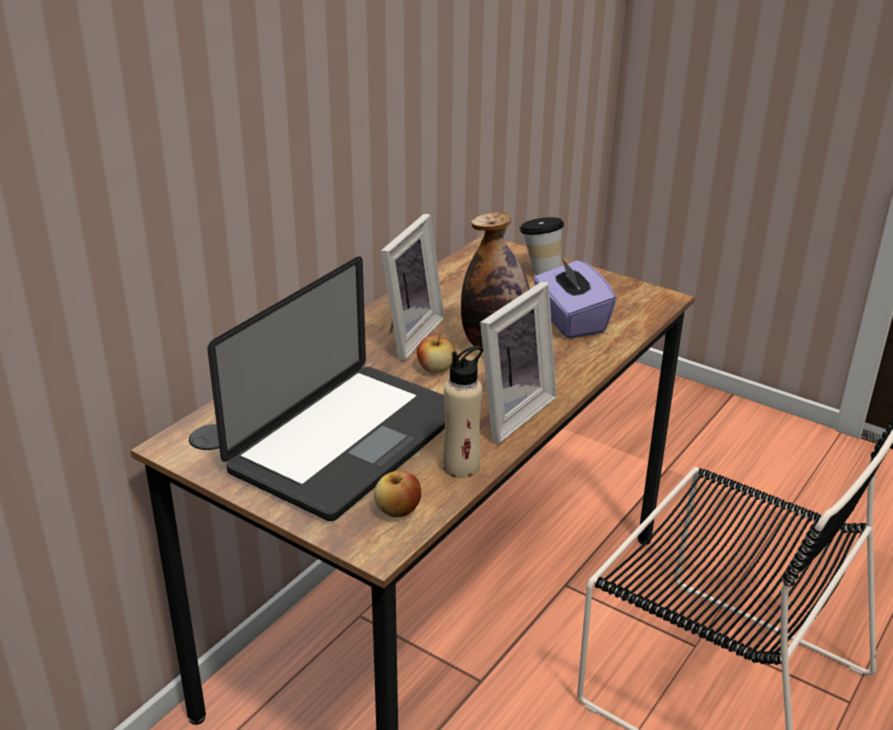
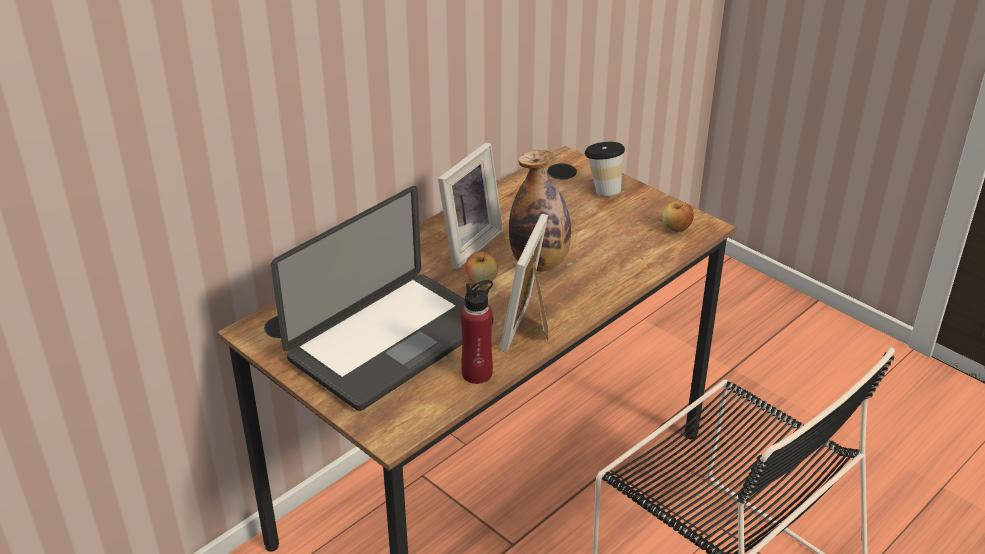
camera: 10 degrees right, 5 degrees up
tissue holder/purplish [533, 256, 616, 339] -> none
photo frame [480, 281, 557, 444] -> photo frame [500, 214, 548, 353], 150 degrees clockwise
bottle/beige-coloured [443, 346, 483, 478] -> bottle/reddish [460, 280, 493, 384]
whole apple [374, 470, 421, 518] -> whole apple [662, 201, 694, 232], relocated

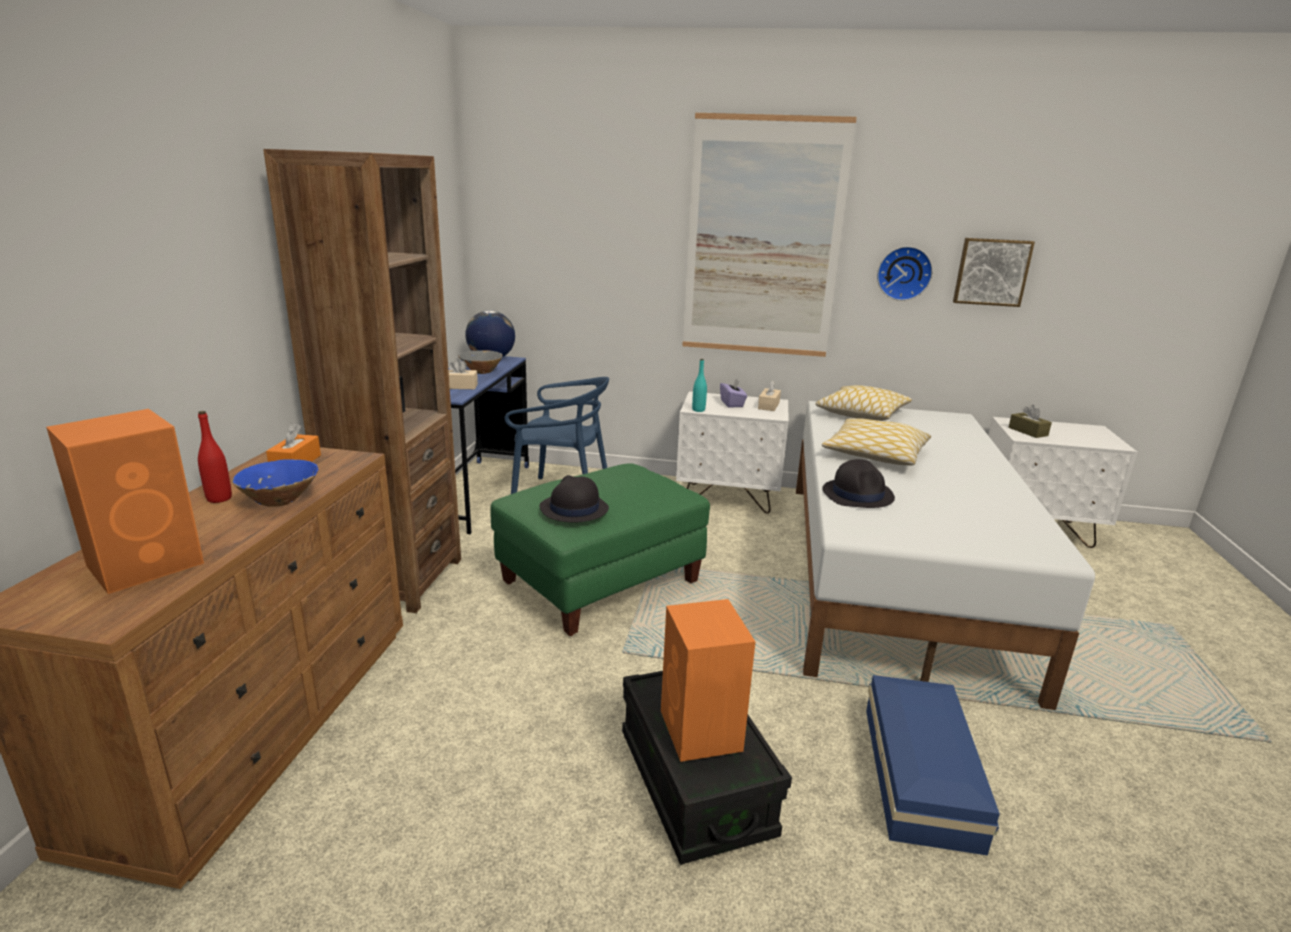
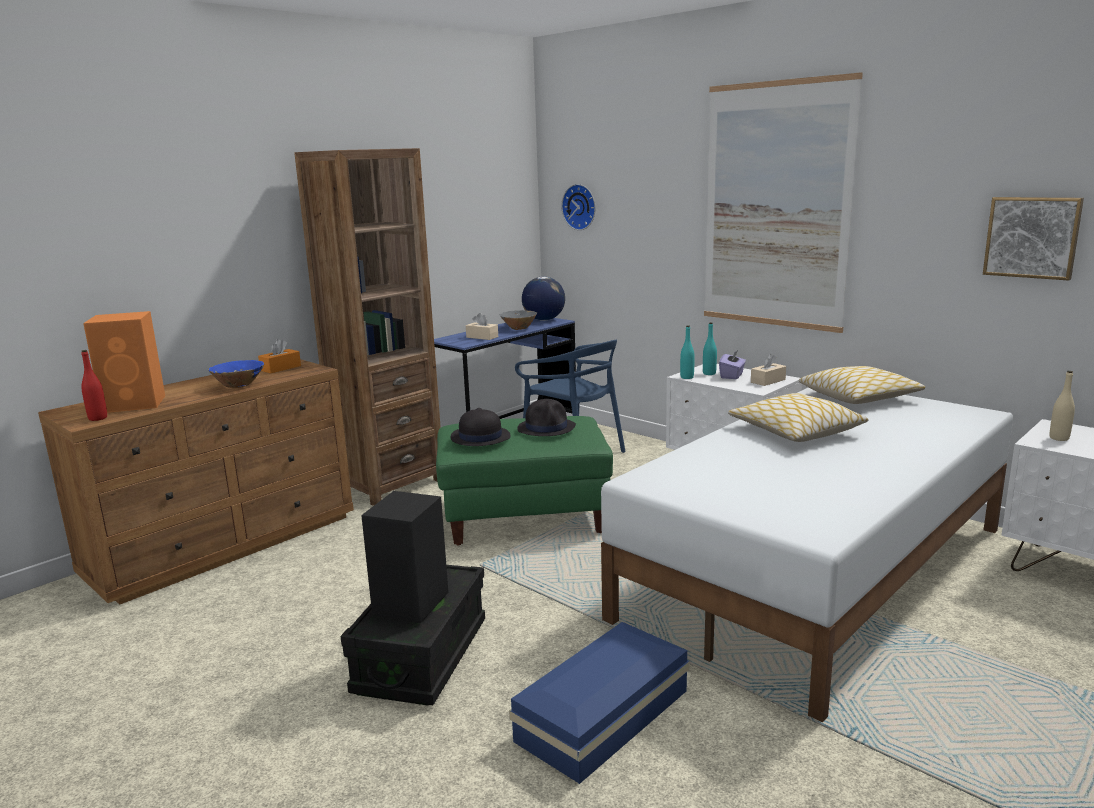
camera: 35 degrees right, 5 degrees down
wall clock [877, 246, 933, 301] -> wall clock [561, 184, 596, 230], relocated
tissue holder/brown [1008, 405, 1052, 438] -> bottle/beige-coloured [1050, 371, 1075, 441]
bottle/reddish [198, 411, 232, 503] -> bottle/reddish [81, 350, 107, 421], relocated
clothing hat/blackish [822, 459, 895, 508] -> clothing hat/blackish [517, 399, 576, 436], relocated
audio speaker/orange-coloured [661, 599, 756, 762] -> audio speaker/blackish [361, 491, 448, 623]
none -> bottle/blue-green [703, 322, 717, 375]

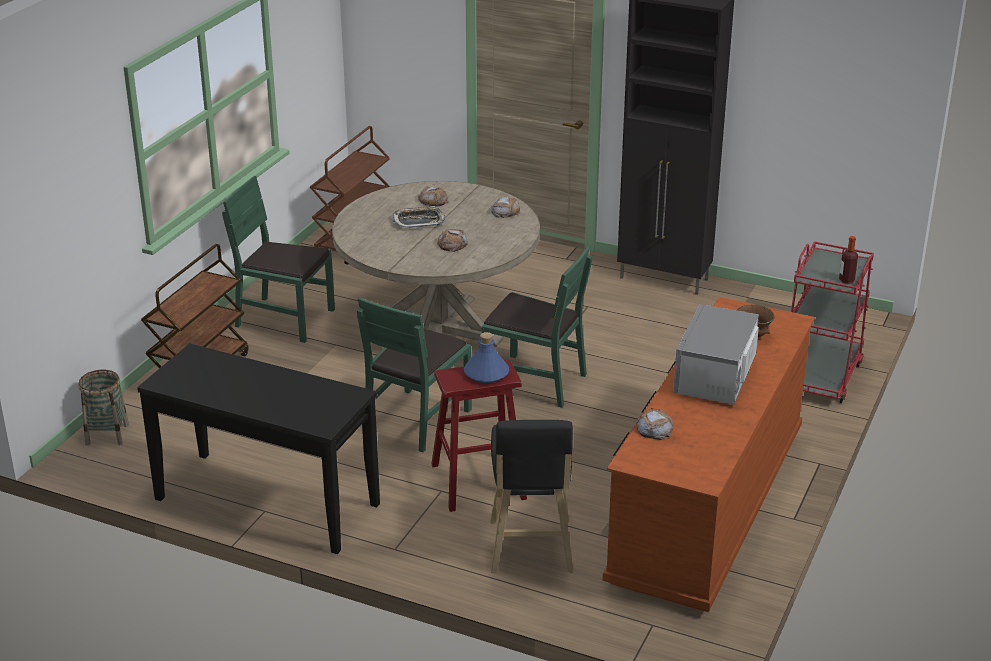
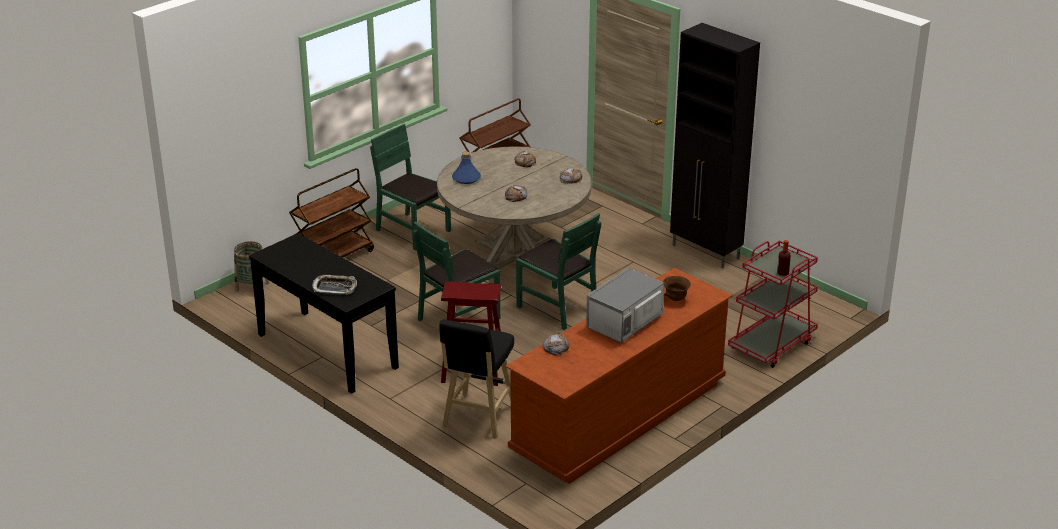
camera: 20 degrees right, 0 degrees up
carrying tray [391, 206, 445, 228] -> carrying tray [312, 275, 357, 295], relocated
bottle/blue-coloured [464, 332, 509, 383] -> bottle/blue-coloured [452, 152, 481, 184], relocated

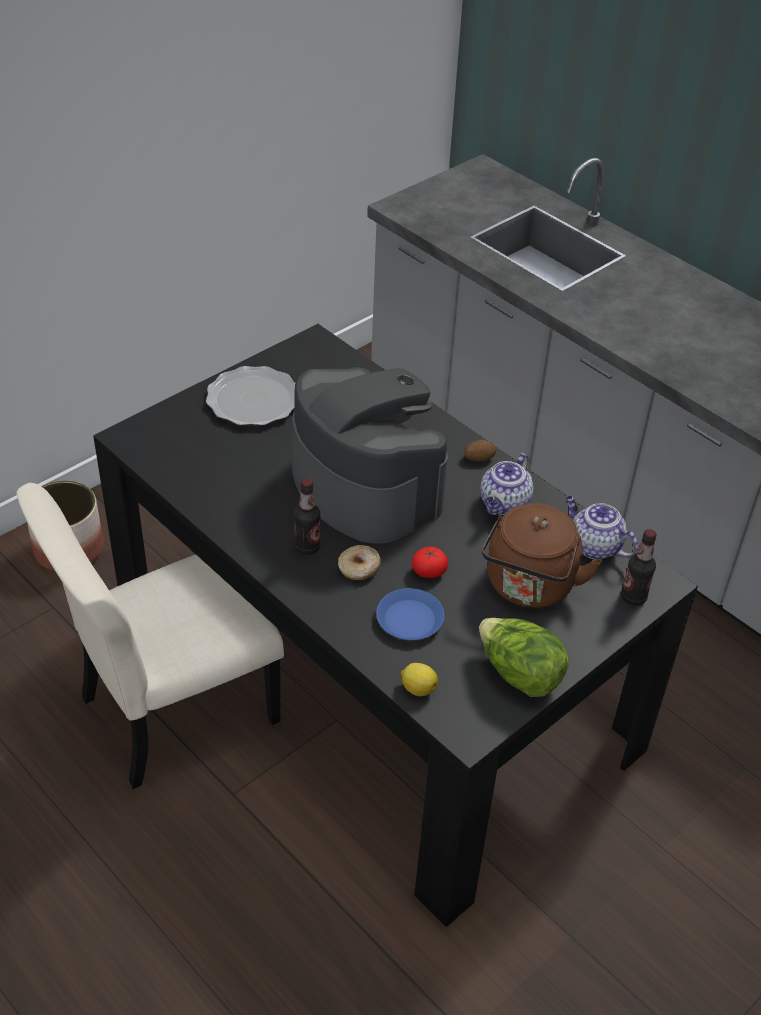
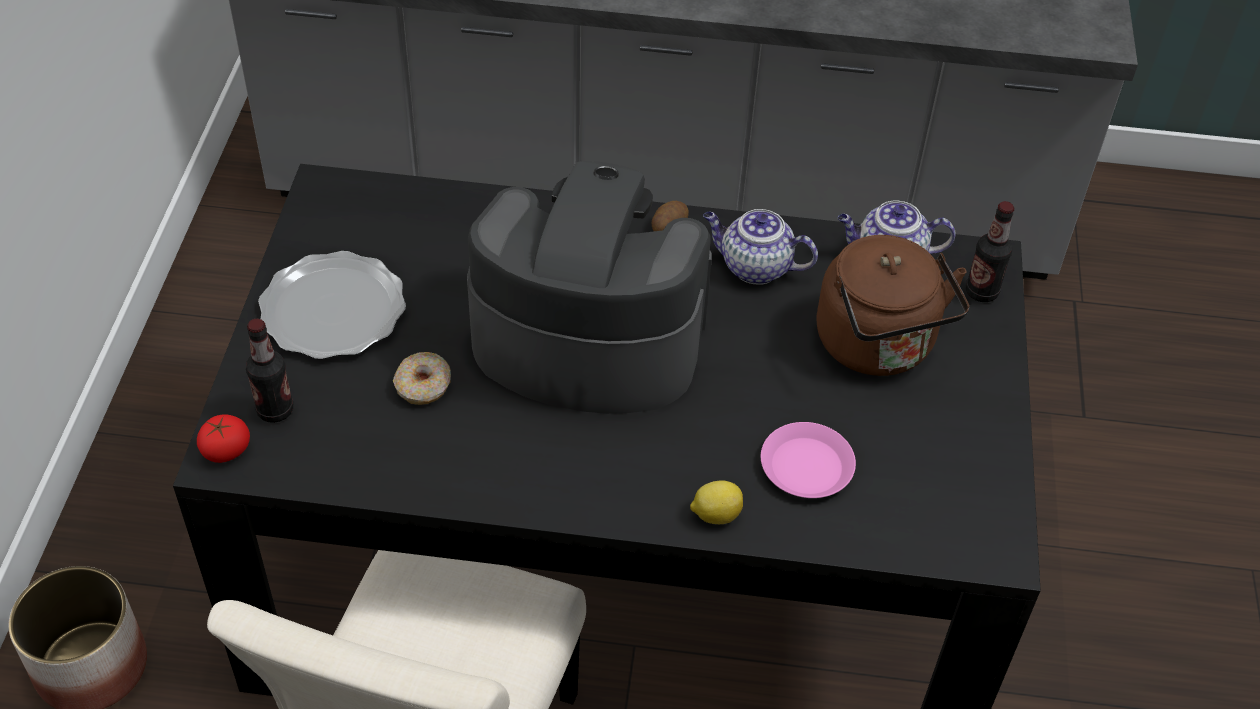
camera: 40 degrees left, 5 degrees up
teapot [480, 453, 533, 515] -> teapot [703, 209, 818, 285], 120 degrees clockwise
bottle [294, 479, 320, 555] -> bottle [246, 319, 293, 423], relocated
ring doughnut [338, 545, 381, 580] -> ring doughnut [393, 352, 451, 405], relocated
whole tomato [412, 546, 448, 578] -> whole tomato [197, 414, 250, 463], relocated
flat dish/blue-coloured [376, 588, 445, 640] -> flat dish/pinkish [761, 422, 856, 498]
head of lettuce [479, 618, 569, 697] -> none
citrus fruit [401, 663, 438, 696] -> citrus fruit [690, 481, 743, 524], relocated

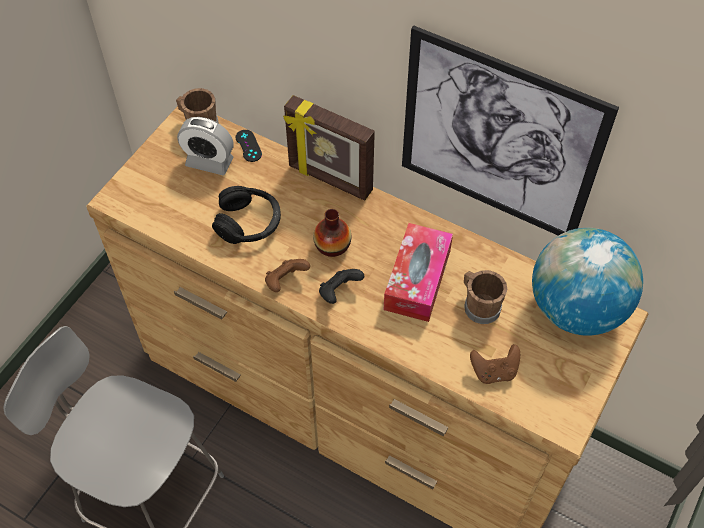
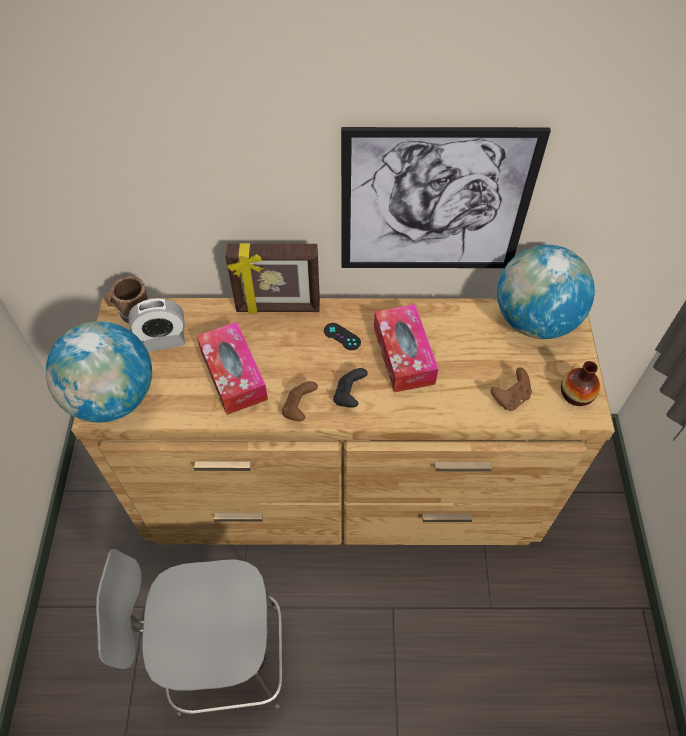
camera: 30 degrees left, 0 degrees up
gamepad/blackish [236, 130, 262, 162] -> gamepad/blackish [324, 323, 361, 350], relocated
headphones/blackish [212, 186, 281, 244] -> tissue holder [197, 322, 268, 415]
vase [313, 209, 351, 257] -> vase [561, 361, 600, 406], relocated
tea mug/brown [464, 270, 507, 324] -> none
none -> desk globe [46, 321, 152, 422]

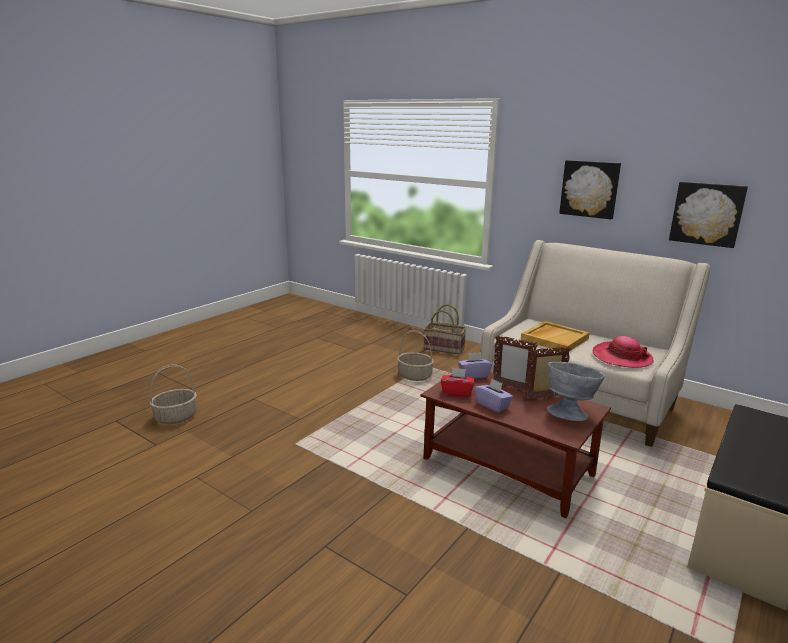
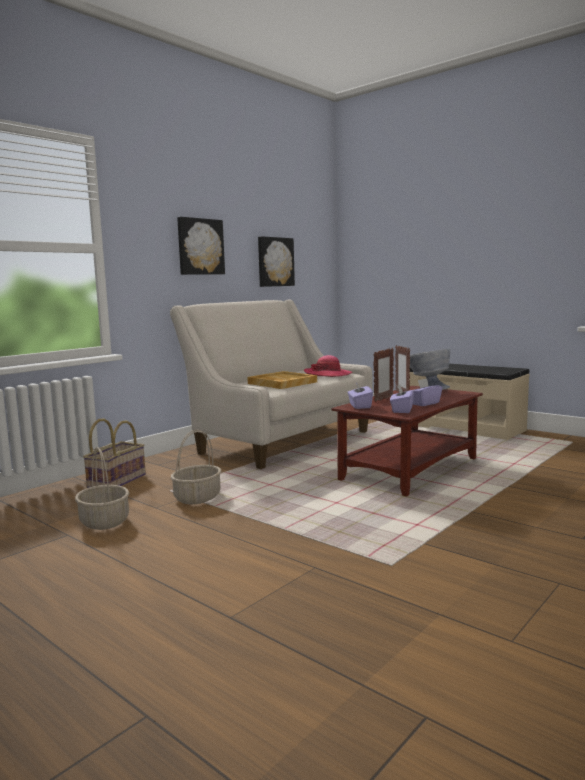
camera: 85 degrees left, 10 degrees down
storage basket [150, 364, 197, 424] -> storage basket [75, 447, 129, 530], relocated
tissue holder/reddish [441, 368, 475, 397] -> tissue holder/purplish [390, 384, 414, 413]

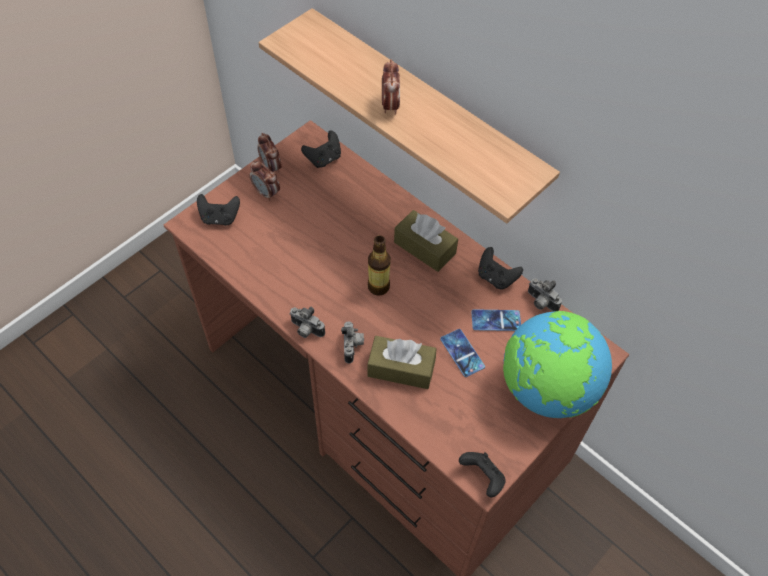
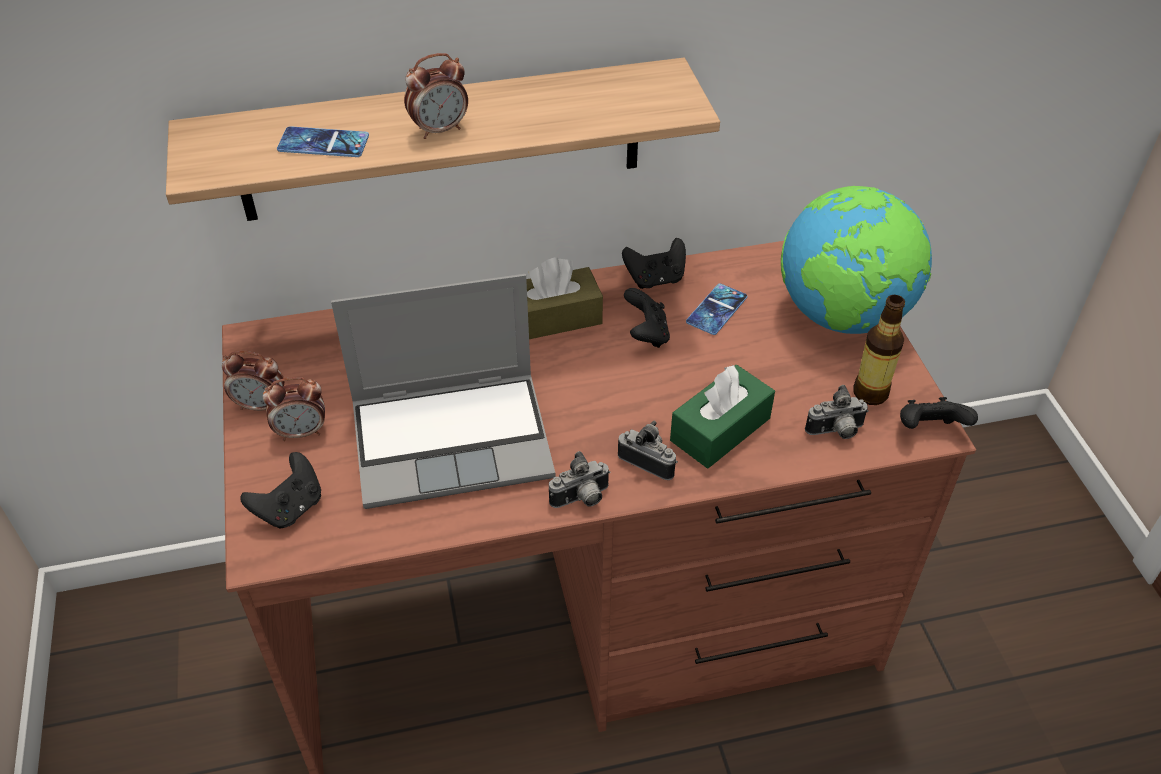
camera: 55 degrees left, 10 degrees down
bedside clock [382, 59, 400, 115] -> bedside clock [404, 53, 468, 139], 120 degrees clockwise
gamepad/blackish [301, 131, 341, 168] -> gamepad/blackish [624, 288, 670, 348], relocated
bottle [368, 235, 391, 296] -> bottle [854, 295, 905, 405], relocated
still camera [528, 278, 562, 312] -> still camera [805, 385, 869, 439], relocated
phone [440, 329, 485, 377] -> phone [277, 126, 369, 157], relocated
tissue holder/brown [367, 336, 436, 389] -> tissue holder/green [670, 365, 775, 468]
none -> laptop [331, 274, 555, 509]

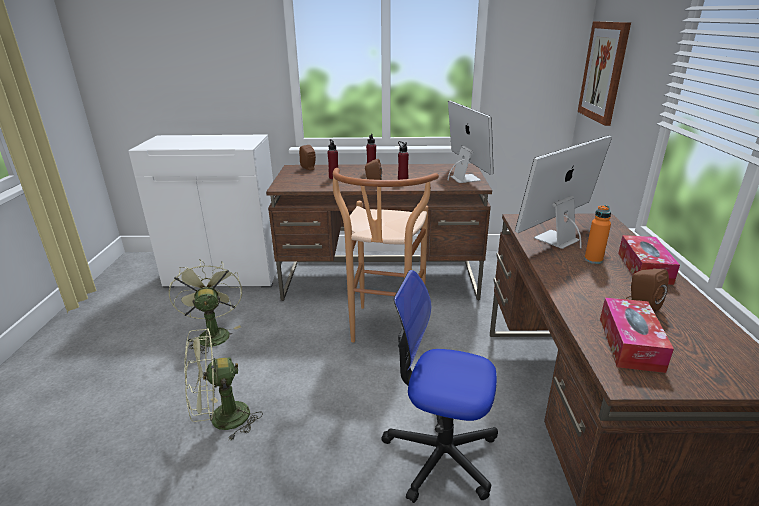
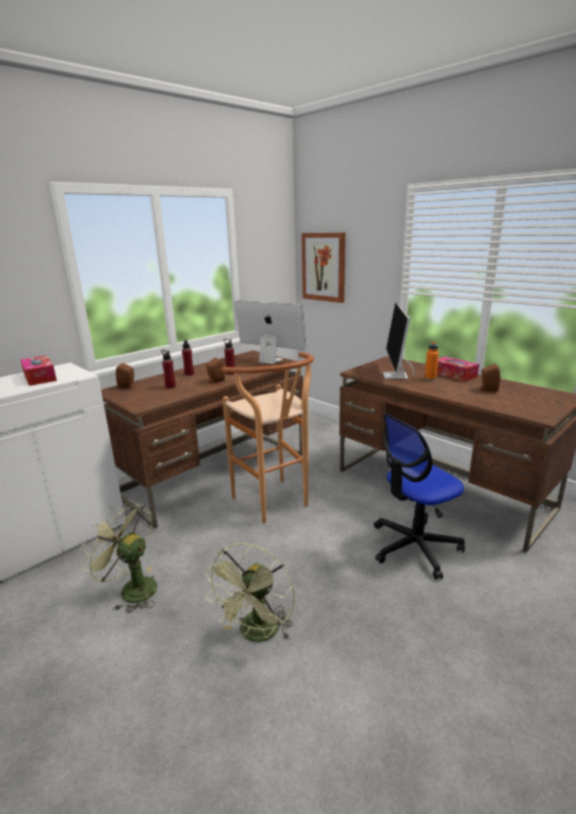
camera: 45 degrees left, 5 degrees down
tissue holder [600, 297, 674, 373] -> tissue holder [20, 355, 57, 386], relocated

